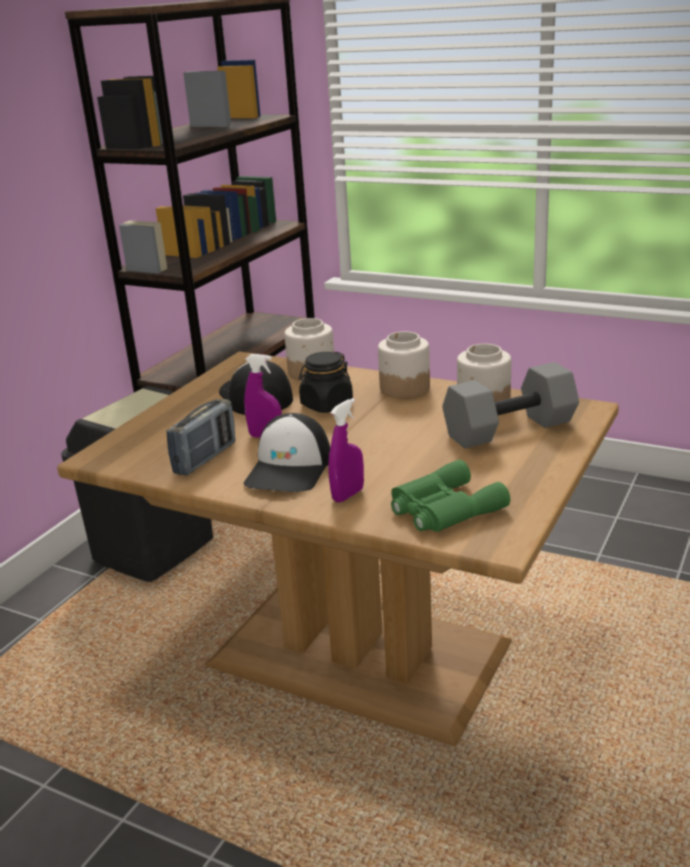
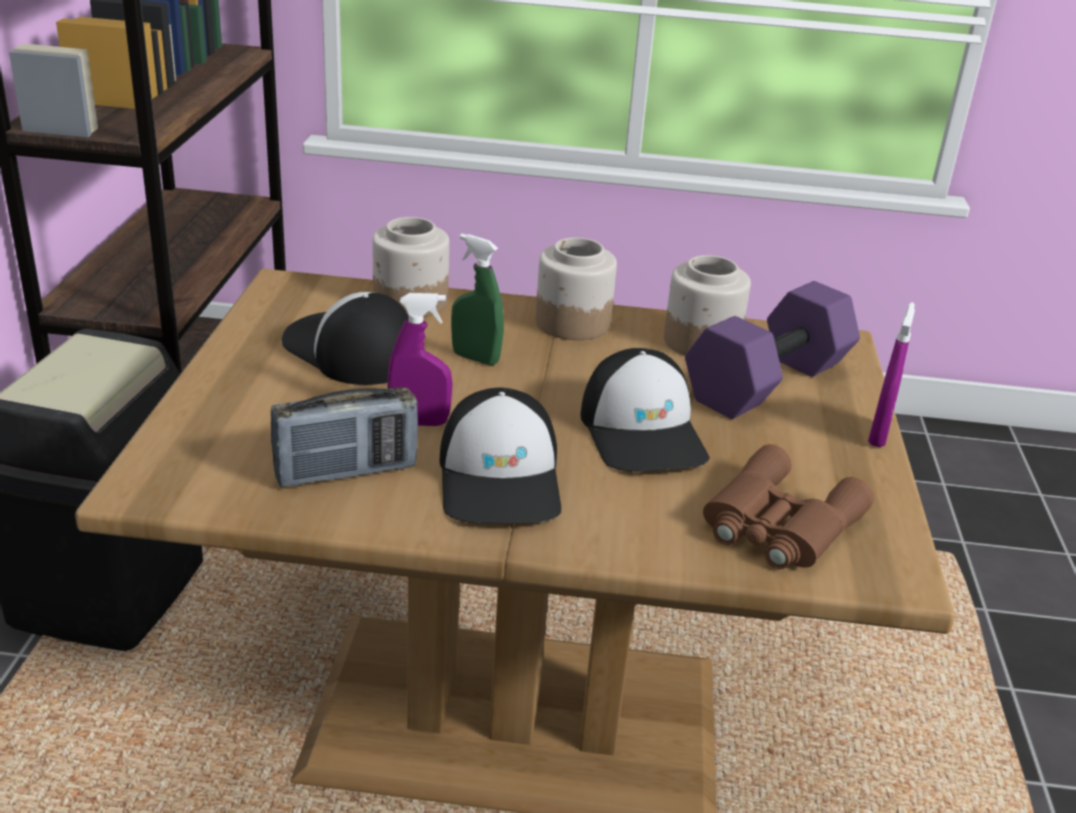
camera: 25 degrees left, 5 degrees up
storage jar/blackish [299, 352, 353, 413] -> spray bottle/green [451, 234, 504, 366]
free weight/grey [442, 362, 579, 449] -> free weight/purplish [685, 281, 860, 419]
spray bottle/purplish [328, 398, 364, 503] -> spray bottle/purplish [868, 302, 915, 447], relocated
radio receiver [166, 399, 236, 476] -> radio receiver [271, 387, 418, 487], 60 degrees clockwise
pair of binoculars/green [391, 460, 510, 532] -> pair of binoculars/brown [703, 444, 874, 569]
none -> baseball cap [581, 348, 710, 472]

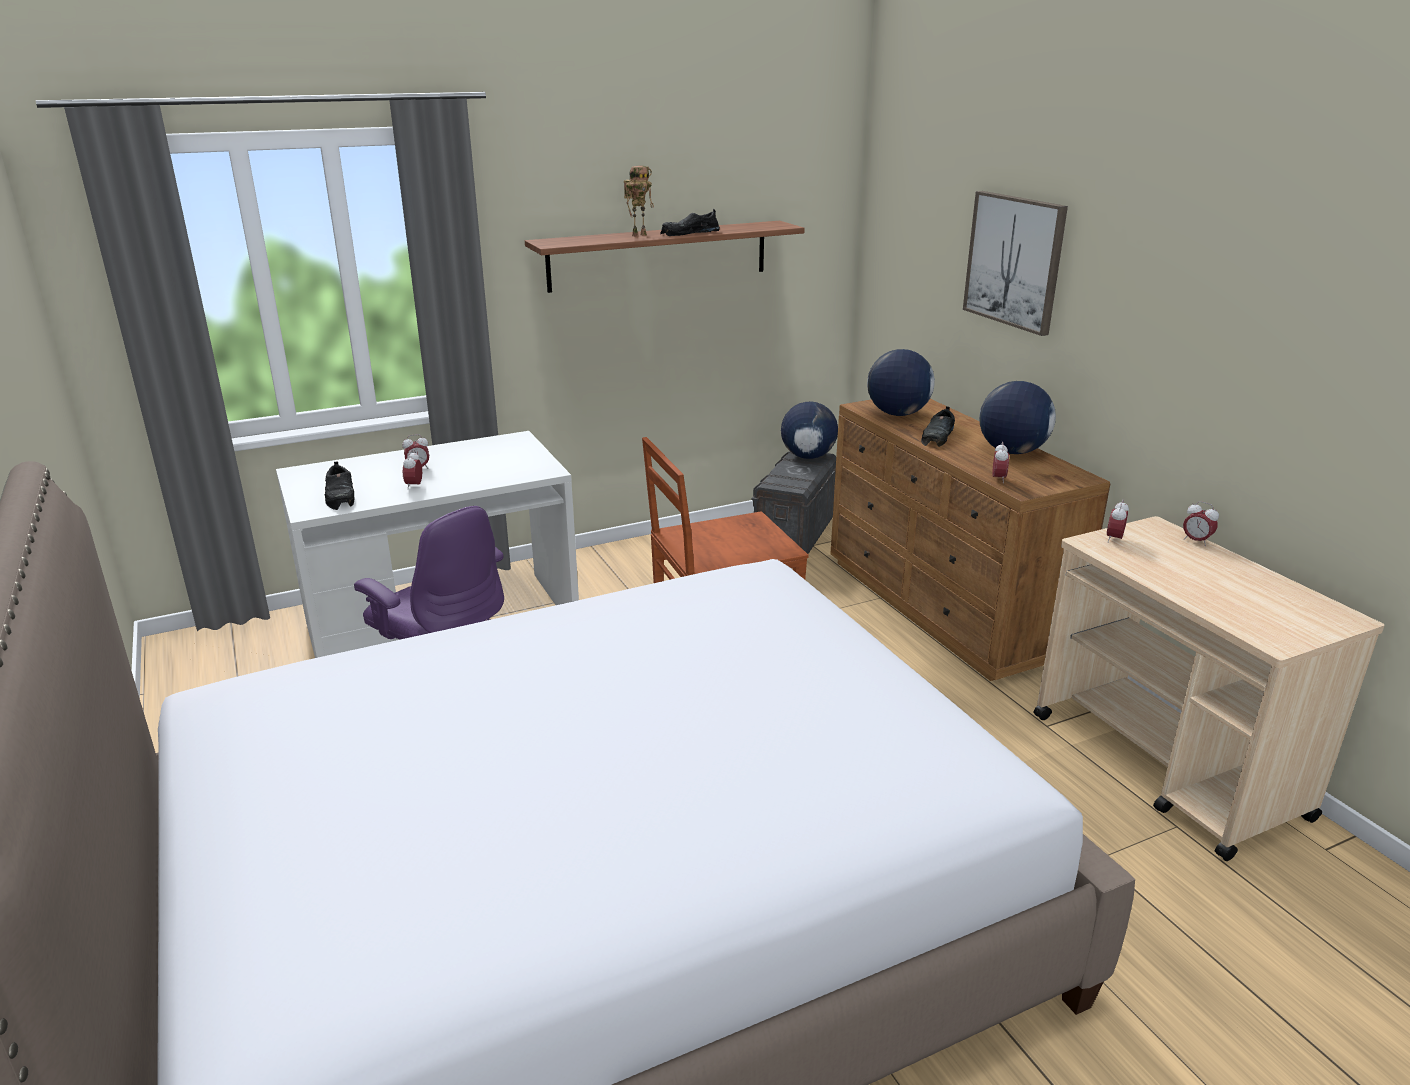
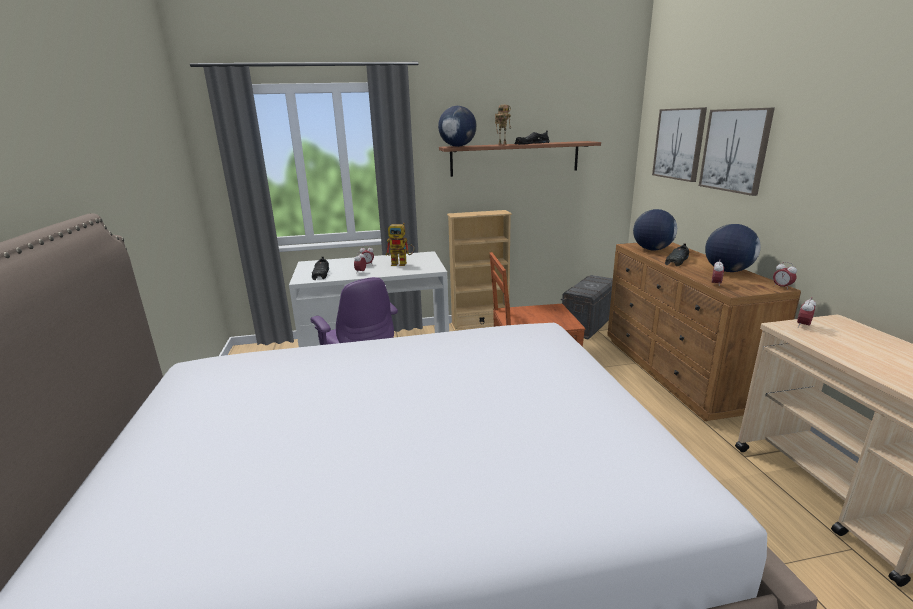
camera: 15 degrees right, 5 degrees down
desk globe [781, 402, 838, 459] -> desk globe [438, 106, 477, 147], relocated
bedside clock [1183, 501, 1219, 546] -> bedside clock [773, 262, 797, 290], relocated
none -> wall art [652, 107, 707, 182]
none -> bookcase/beige-coloured [447, 210, 512, 331]
none -> toy robot [386, 223, 414, 266]

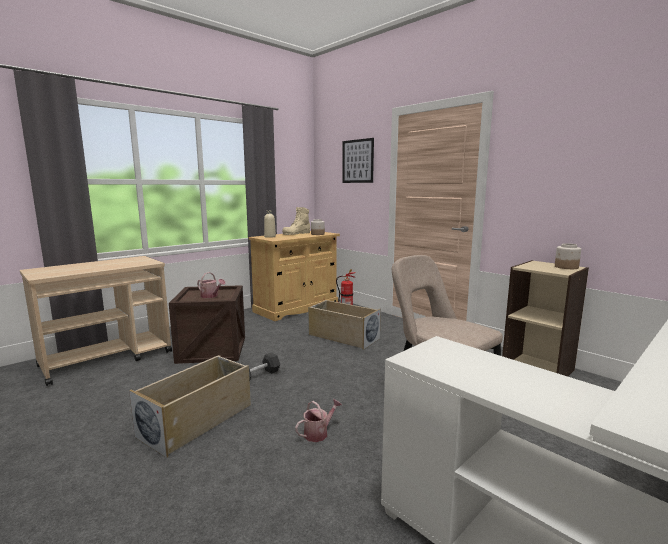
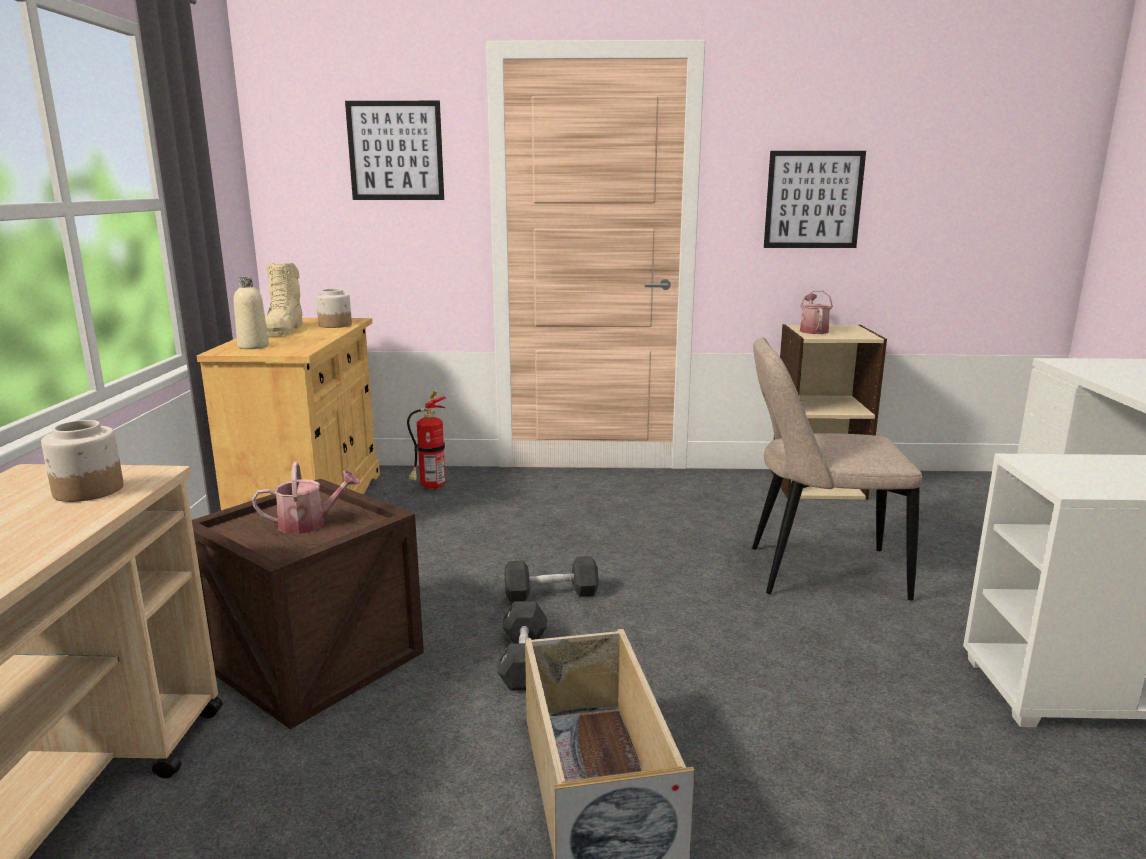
camera: 45 degrees left, 5 degrees up
storage jar [555, 243, 581, 269] -> storage jar [41, 420, 124, 502], relocated
storage container/beige-coloured [308, 300, 381, 350] -> none
watering pot [295, 399, 342, 442] -> watering pot [800, 290, 833, 334], relocated
none -> wall art [764, 151, 866, 248]
none -> free weight/blackish [505, 556, 599, 602]

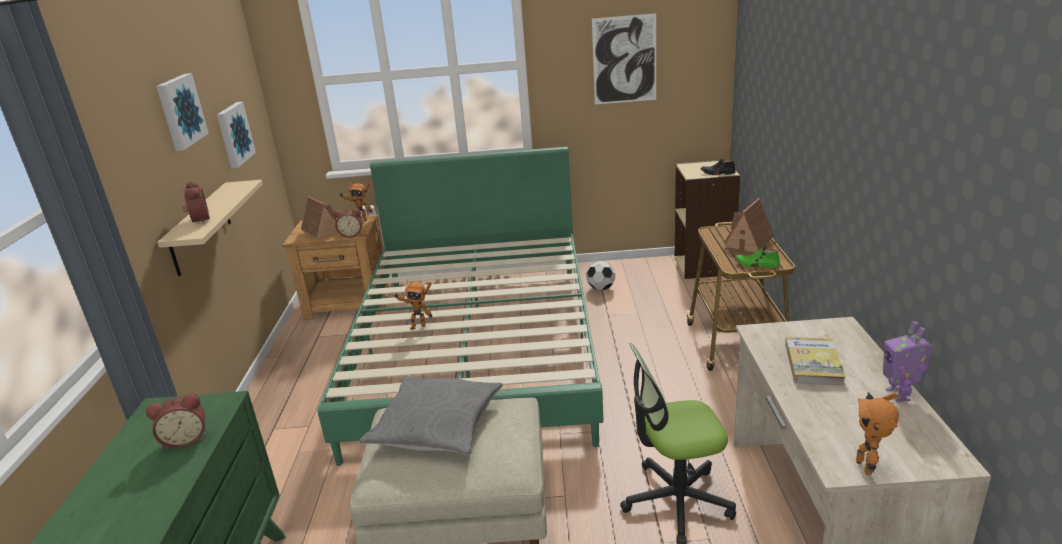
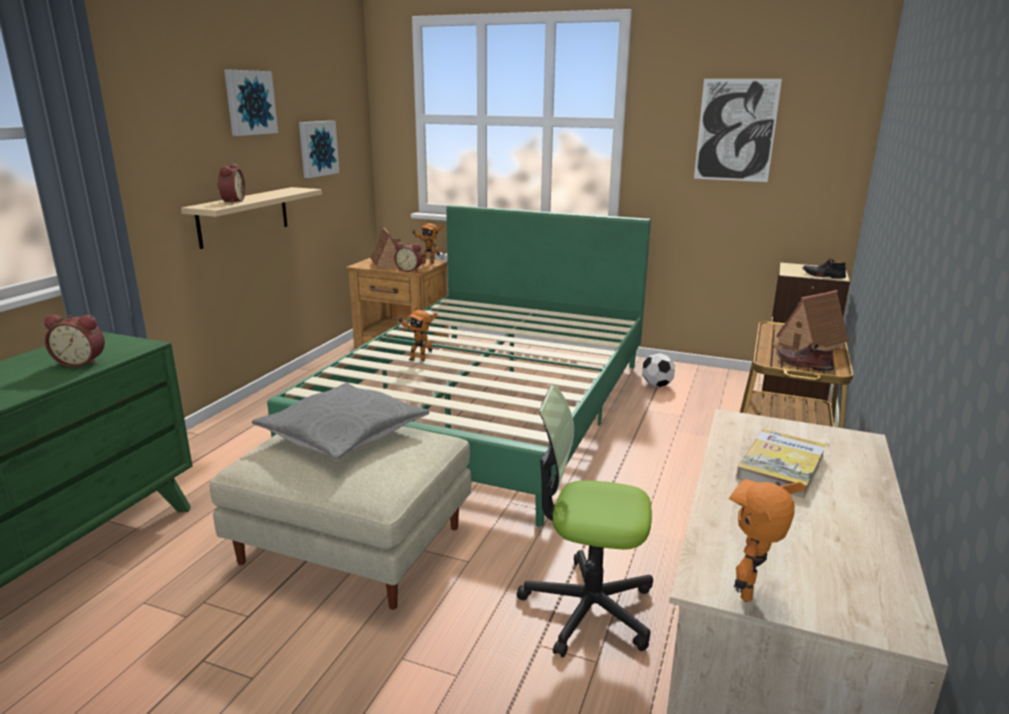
camera: 20 degrees right, 5 degrees down
item of footwear/green [735, 247, 780, 268] -> item of footwear/brown [776, 343, 834, 371]
toy robot [883, 321, 933, 402] -> none

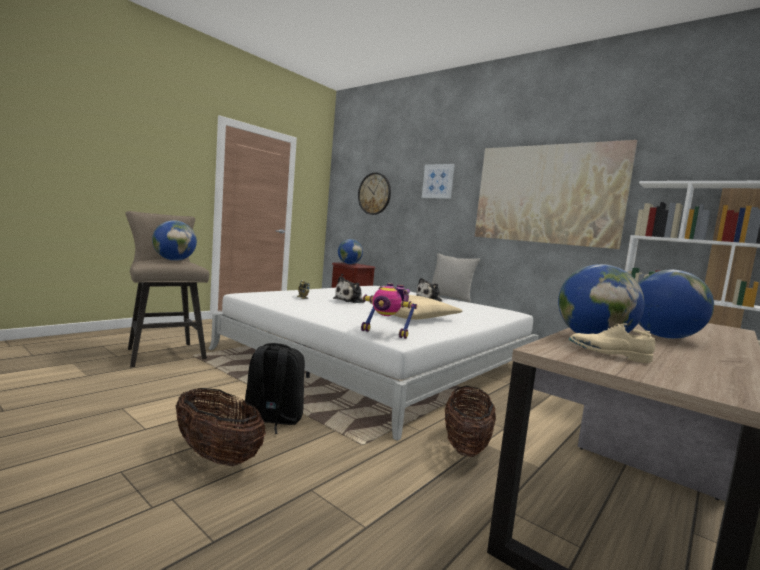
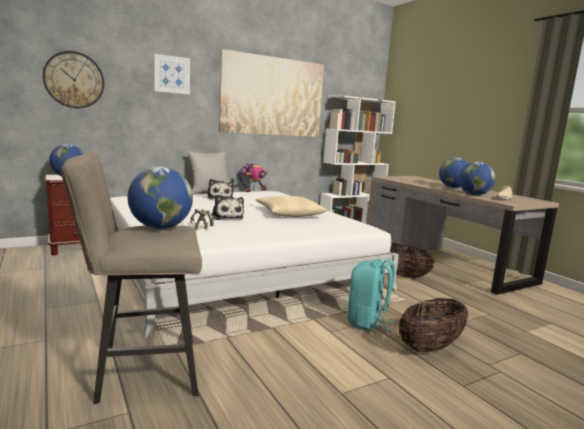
camera: 70 degrees left, 5 degrees up
toy robot [361, 283, 417, 339] -> toy robot [237, 163, 267, 192], relocated
rucksack/blackish [245, 343, 305, 434] -> rucksack/blue-green [347, 259, 397, 332]

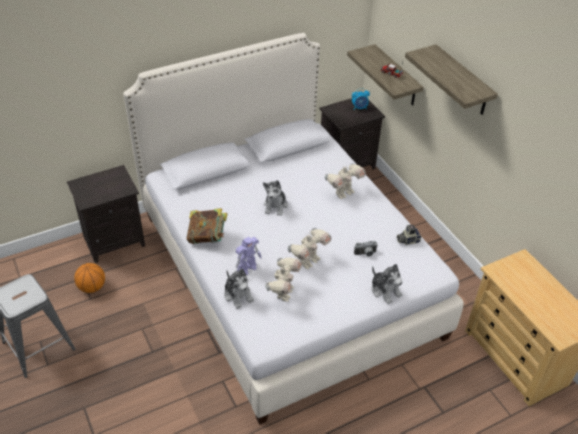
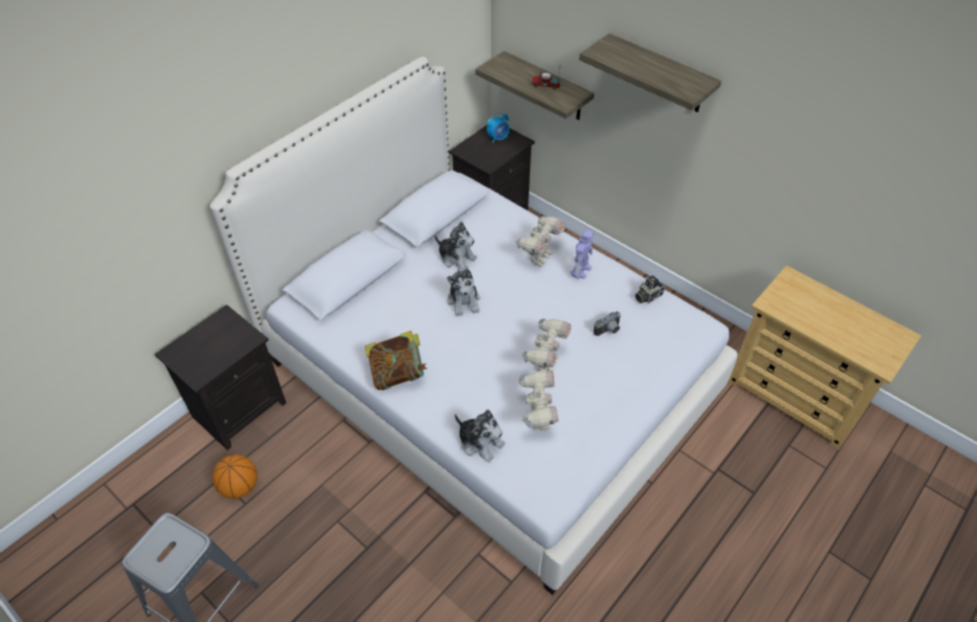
camera: 20 degrees left, 5 degrees up
toy robot [236, 237, 262, 275] -> toy robot [570, 230, 594, 280], relocated
plush toy [372, 264, 403, 304] -> plush toy [434, 222, 477, 271], relocated

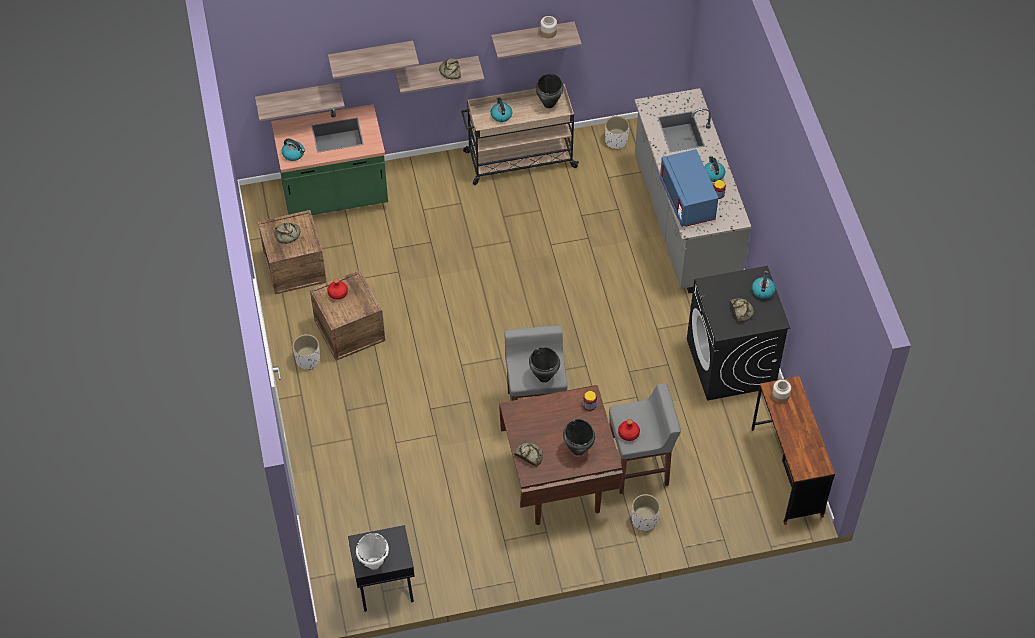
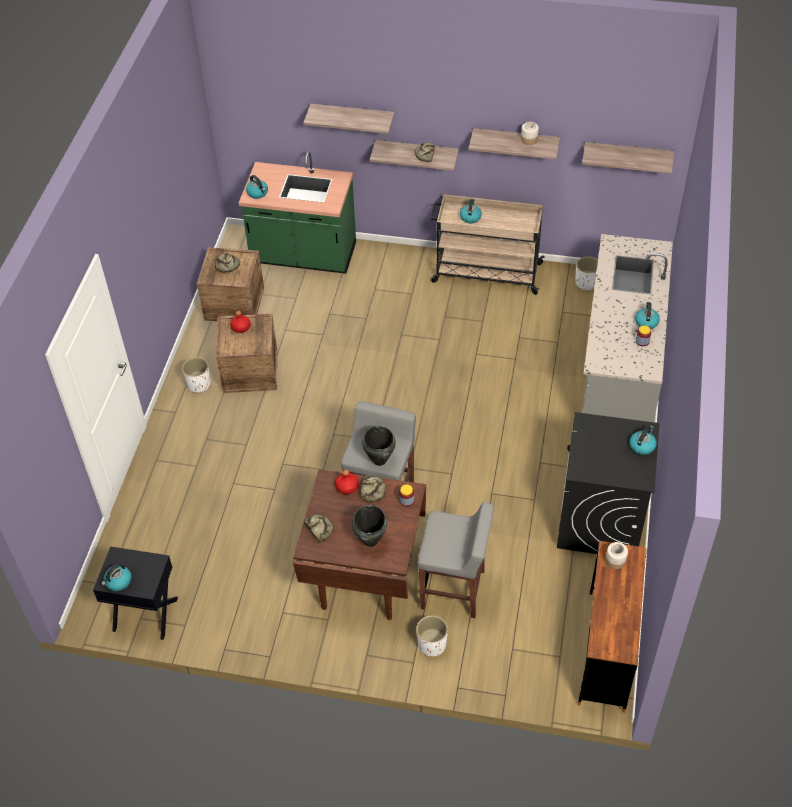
camera: 25 degrees right, 5 degrees down
cooking pot/blackish [536, 74, 564, 108] -> none
shelf [255, 83, 345, 121] -> shelf [582, 142, 674, 174], relocated
kitchen microwave/blue-coloured [660, 149, 718, 227] -> none
baked bread [730, 298, 754, 323] -> baked bread [361, 475, 386, 502], relocated
bottle/reddish [618, 419, 640, 441] -> bottle/reddish [335, 470, 359, 494], relocated
cooking pot/white [356, 533, 389, 569] -> water kettle [102, 563, 132, 591]

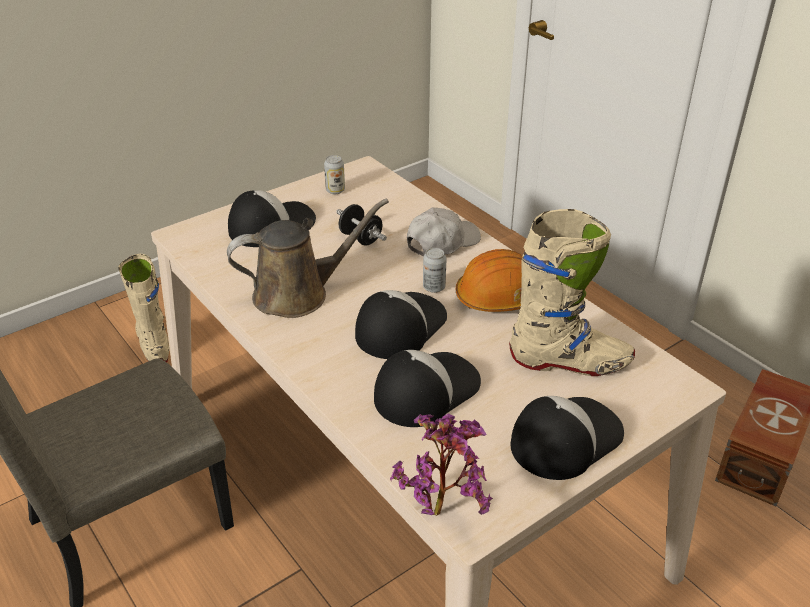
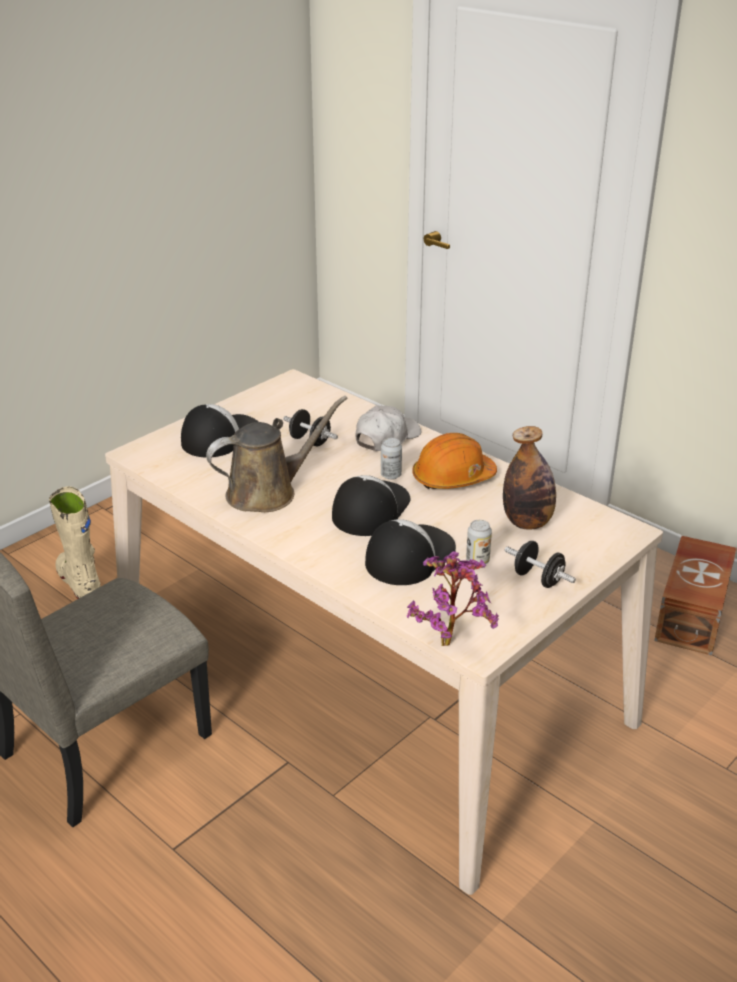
camera: 10 degrees left, 5 degrees down
metal can [324, 155, 345, 194] -> metal can [466, 520, 492, 564], relocated
high-top boot/beige-coloured [509, 209, 635, 376] -> bottle [503, 426, 556, 530]
baseball cap [511, 396, 624, 480] -> free weight/blackish [505, 541, 576, 588]

